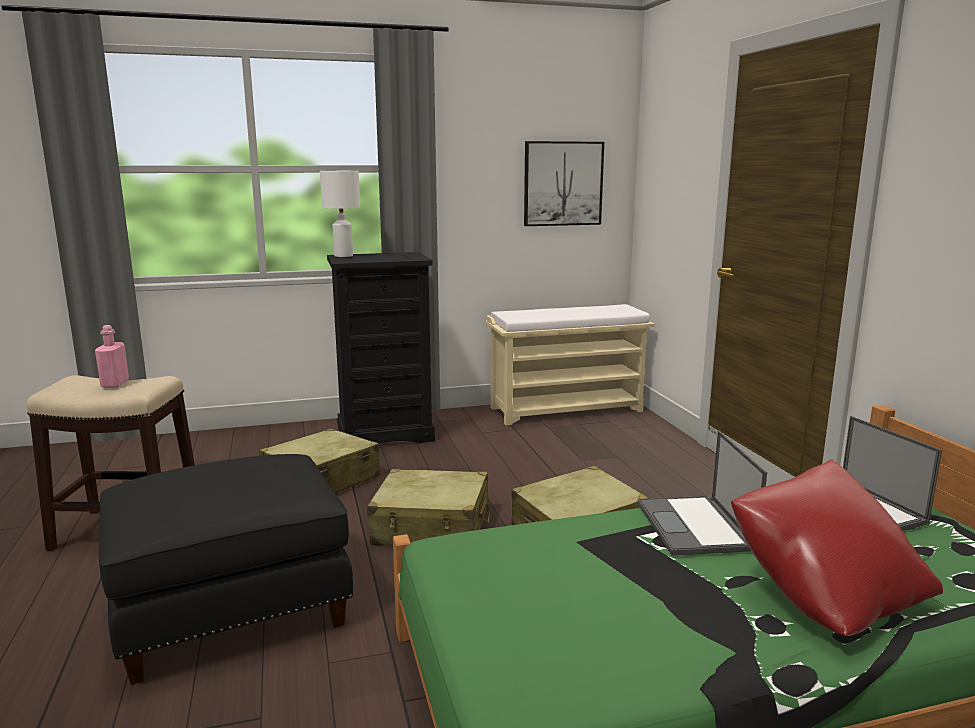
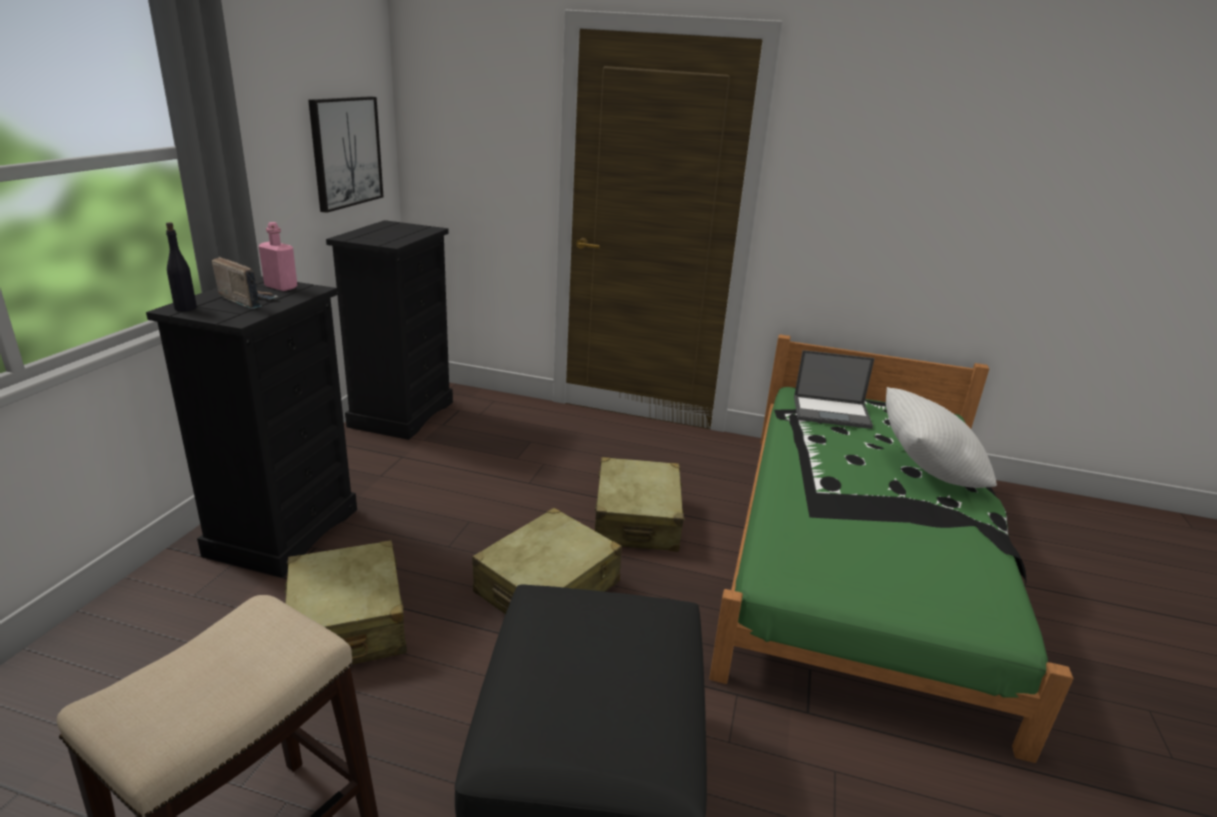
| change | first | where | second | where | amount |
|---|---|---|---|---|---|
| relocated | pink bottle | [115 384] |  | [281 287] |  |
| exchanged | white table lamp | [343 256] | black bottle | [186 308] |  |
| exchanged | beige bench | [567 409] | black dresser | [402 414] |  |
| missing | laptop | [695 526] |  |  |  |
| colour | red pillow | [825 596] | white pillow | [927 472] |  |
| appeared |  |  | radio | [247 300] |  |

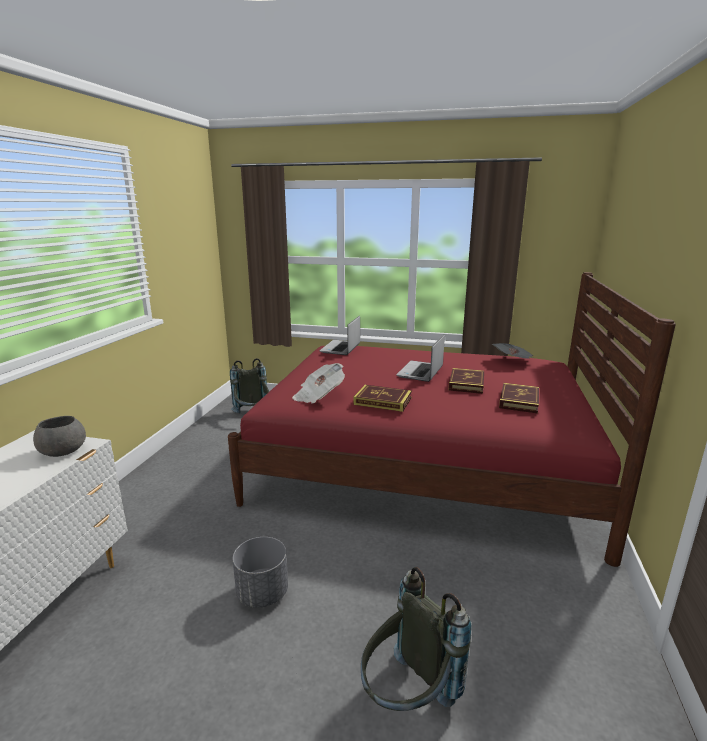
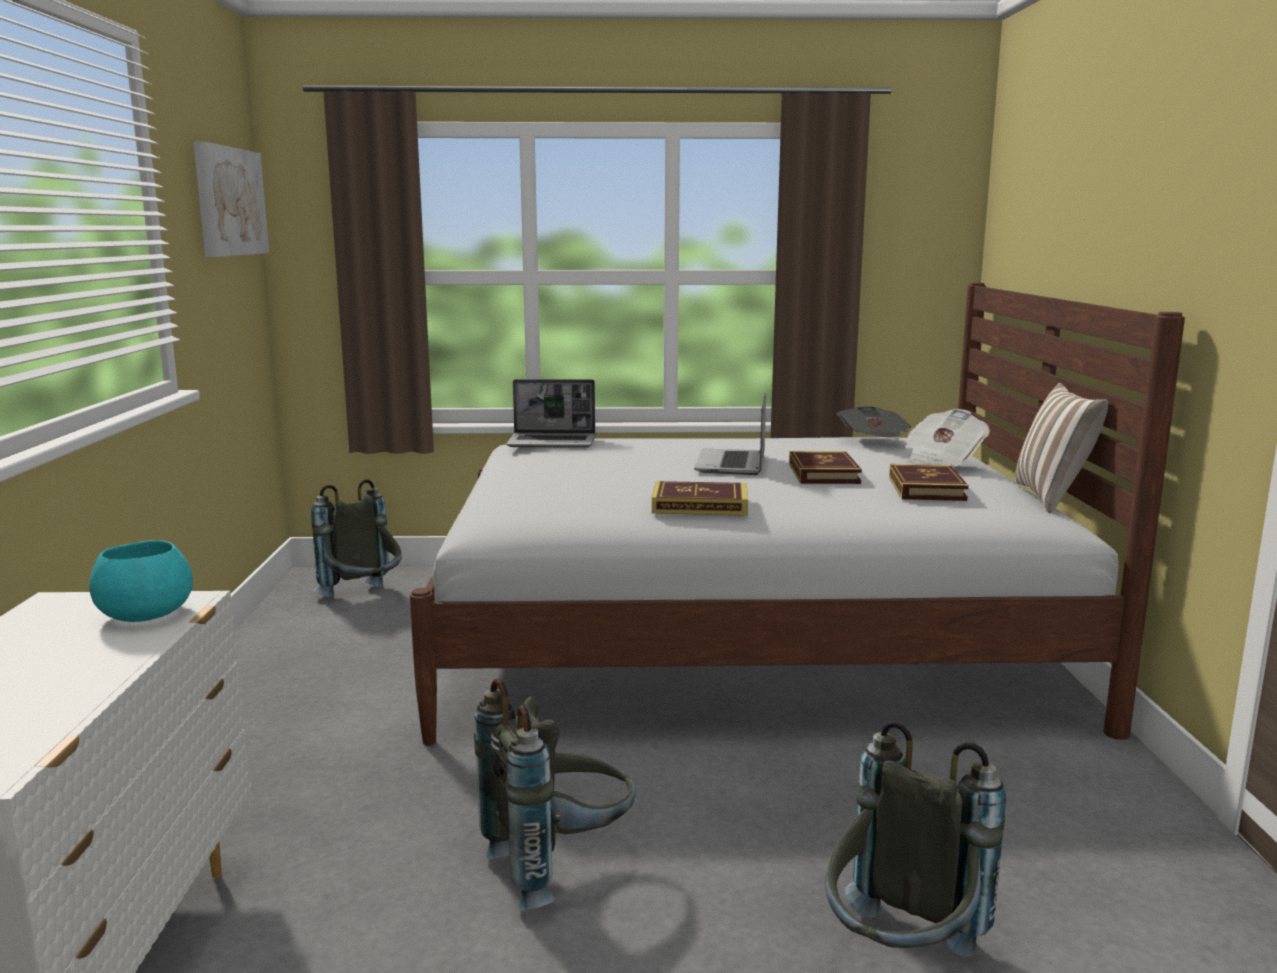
| change | first | where | second | where | amount |
|---|---|---|---|---|---|
| colour | grey bowl | [62 451] | turquoise bowl | [144 614] |  |
| colour | red bed | [422 463] | white bed | [743 640] |  |
| exchanged | grey planter | [262 593] | grey backpack | [559 865] |  |
| relocated | newspaper | [318 396] |  | [941 461] |  |
| spun | laptop | [341 348] |  | [553 442] | 90 degrees counterclockwise |
| appeared |  |  | picture | [229 202] |  |
| appeared |  |  | pillow | [1053 498] |  |

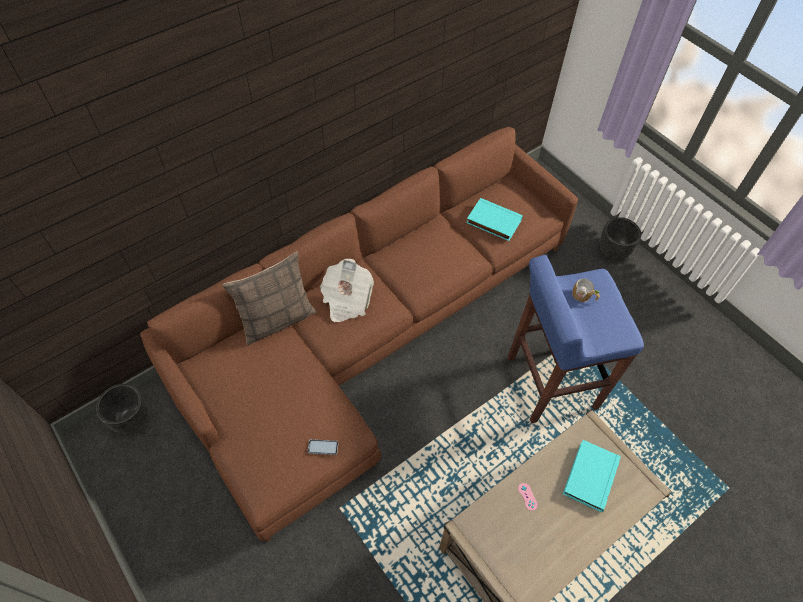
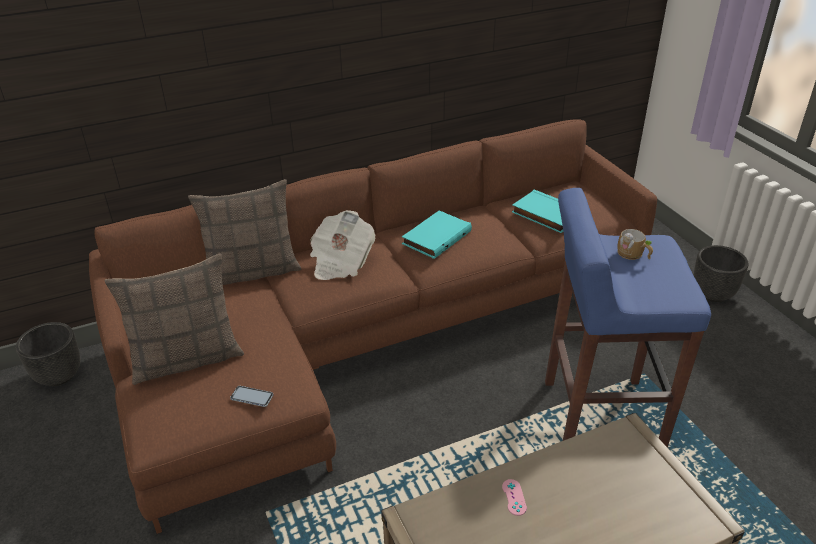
| change | first | where | second | where | amount |
|---|---|---|---|---|---|
| relocated | turquoise book | [589 475] |  | [435 237] |  |
| appeared |  |  | pillow | [187 358] |  |

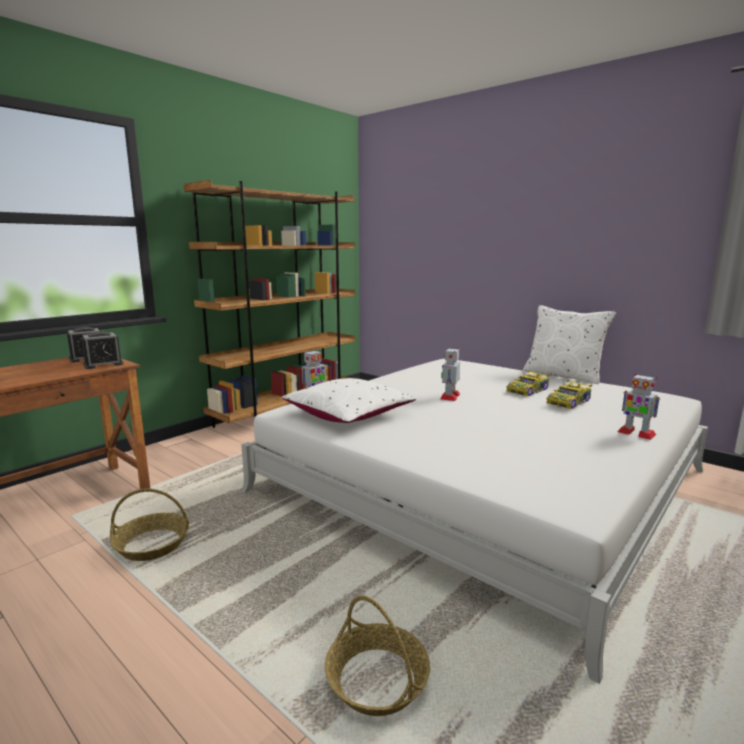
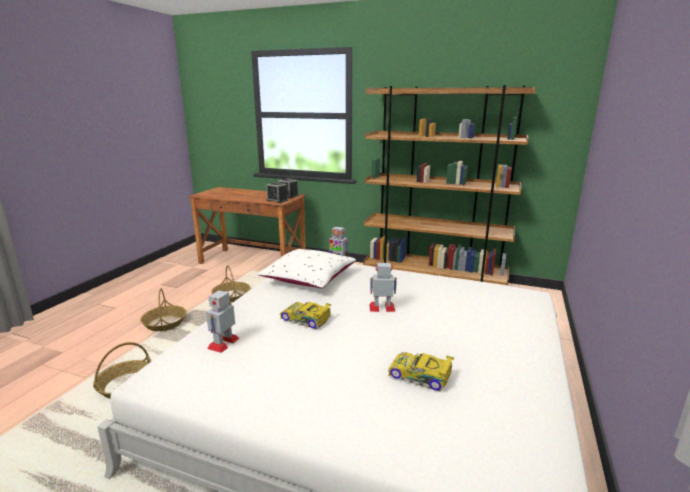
| change | first | where | second | where | amount |
|---|---|---|---|---|---|
| relocated | toy car | [528 390] |  | [306 319] |  |
| missing | white pillow | [563 375] |  |  |  |
| relocated | toy robot | [635 433] |  | [223 343] |  |
| appeared |  |  | basket | [165 323] |  |

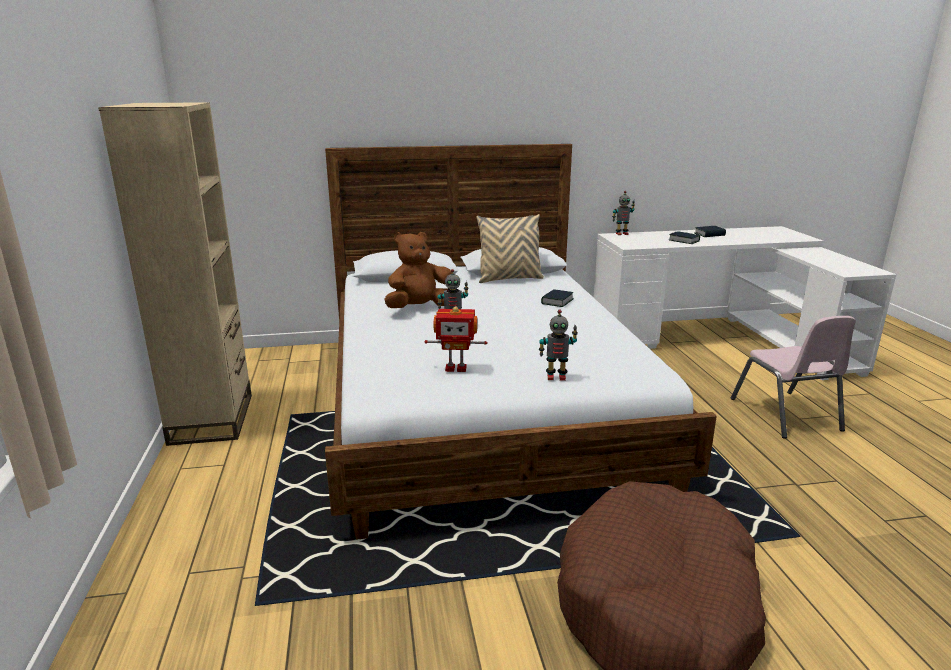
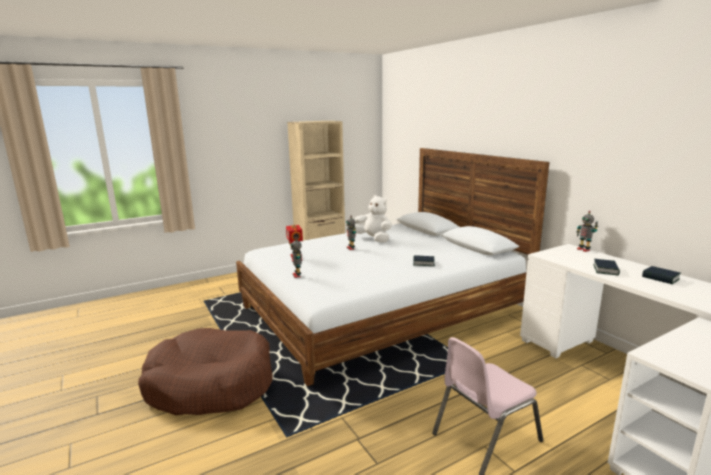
| change | first | where | second | where | amount |
|---|---|---|---|---|---|
| colour | brown plush toy | [419 308] | white plush toy | [373 239] |  |
| missing | beige pillow | [509 279] |  |  |  |

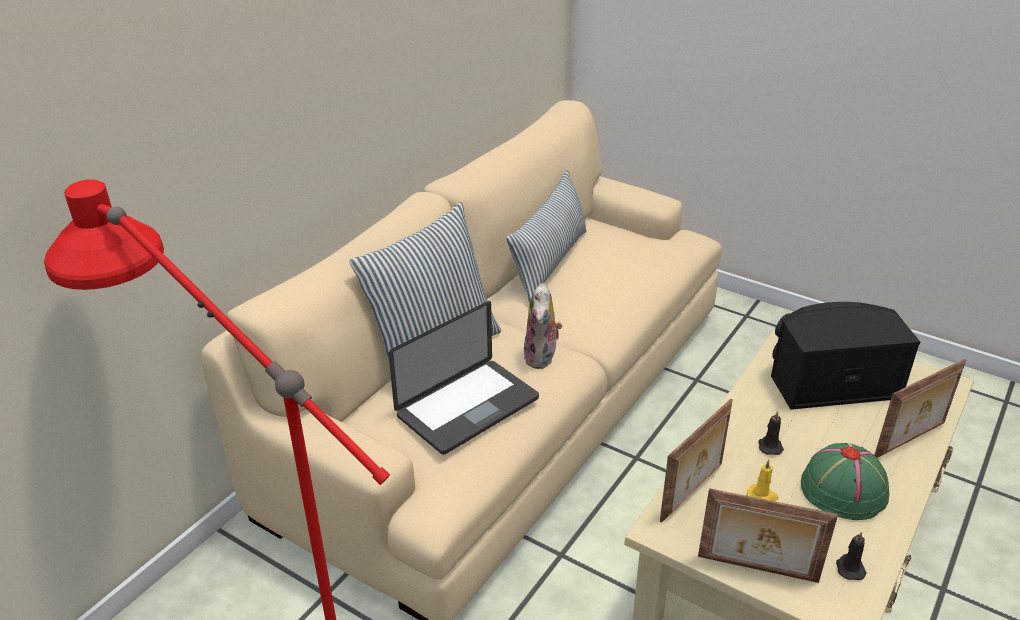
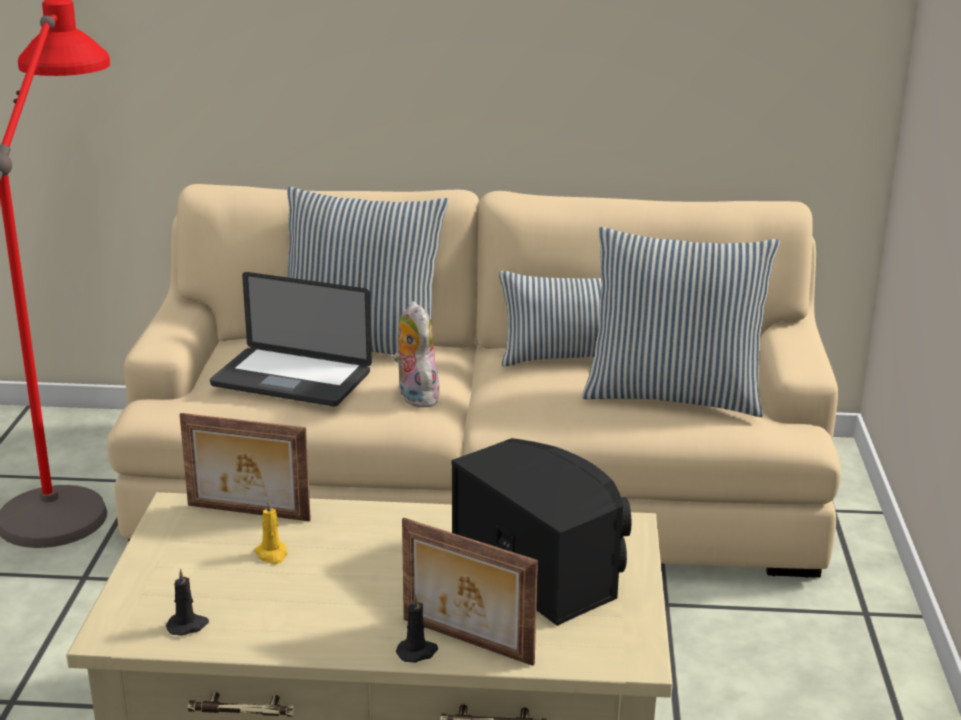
| change | first | where | second | where | amount |
|---|---|---|---|---|---|
| spun | plush toy | [542 358] |  | [414 396] | 90 degrees clockwise |
| missing | picture frame | [757 570] |  |  |  |
| relocated | black candle | [769 446] |  | [417 652] |  |
| missing | green hat | [844 490] |  |  |  |
| appeared |  |  | pillow | [673 395] |  |

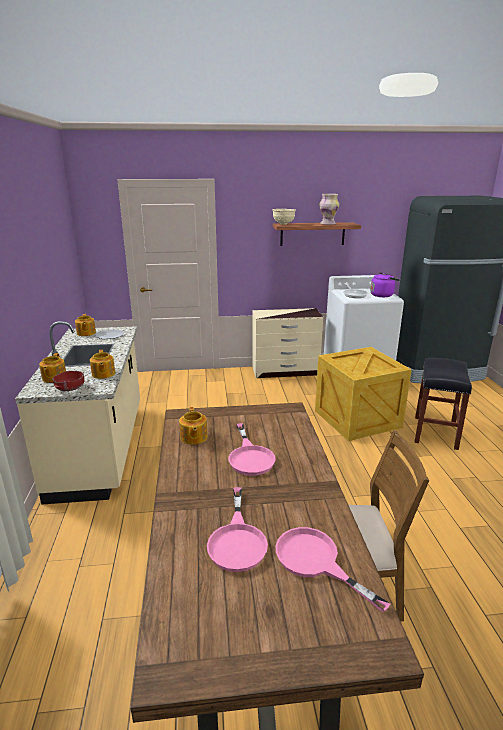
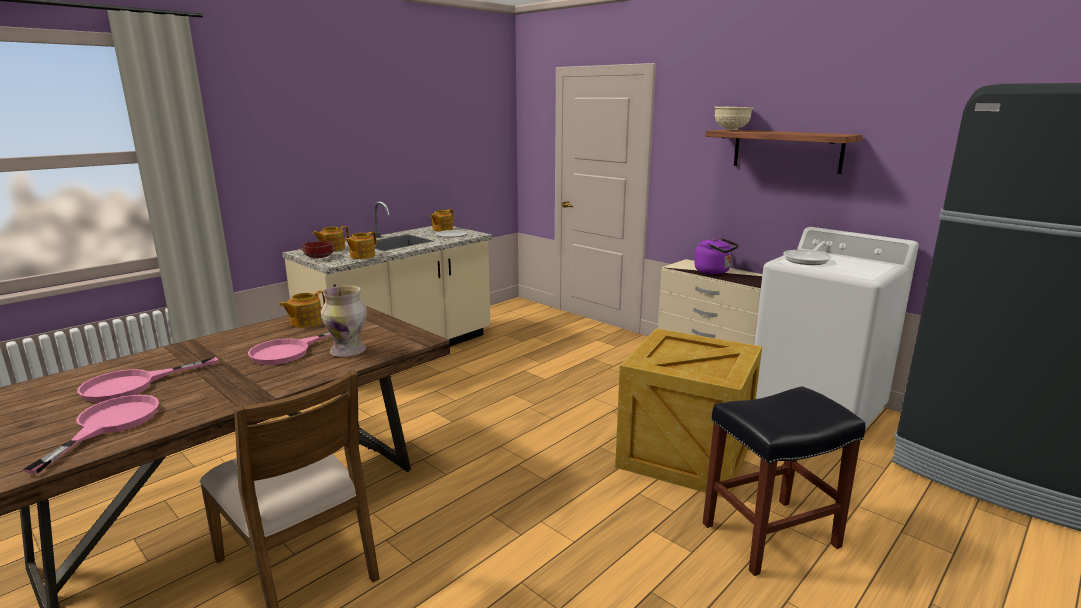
| change | first | where | second | where | amount |
|---|---|---|---|---|---|
| relocated | vase | [328 224] |  | [348 351] |  |
| relocated | purple kettle | [383 295] |  | [714 271] |  |

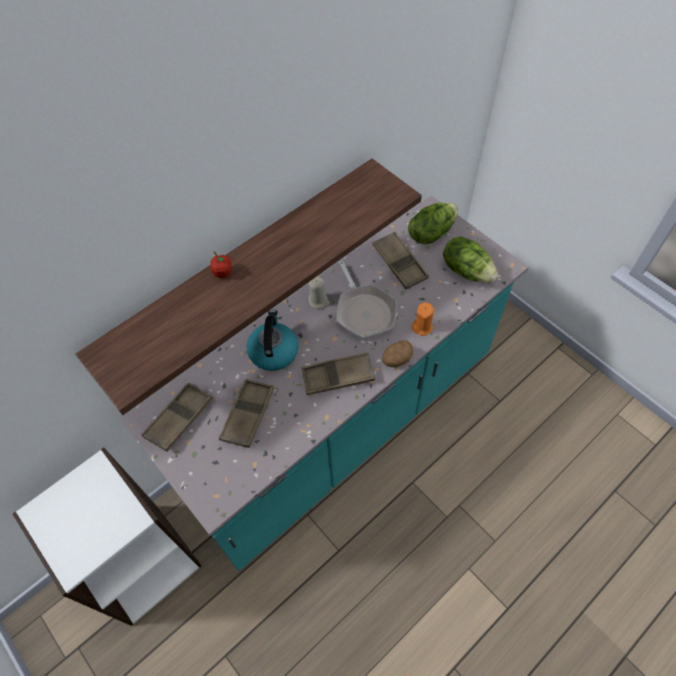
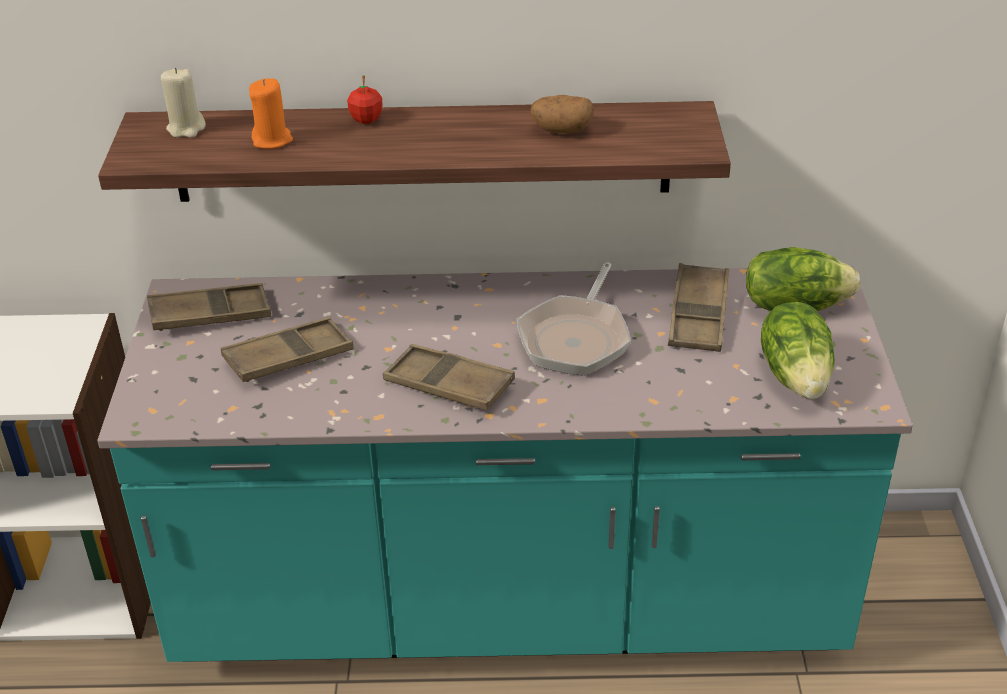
| change | first | where | second | where | amount |
|---|---|---|---|---|---|
| missing | kettle | [273 351] |  |  |  |
| relocated | beige candle | [318 301] |  | [186 128] |  |
| relocated | potato | [396 359] |  | [561 130] |  |
| relocated | orange candle | [422 327] |  | [272 140] |  |

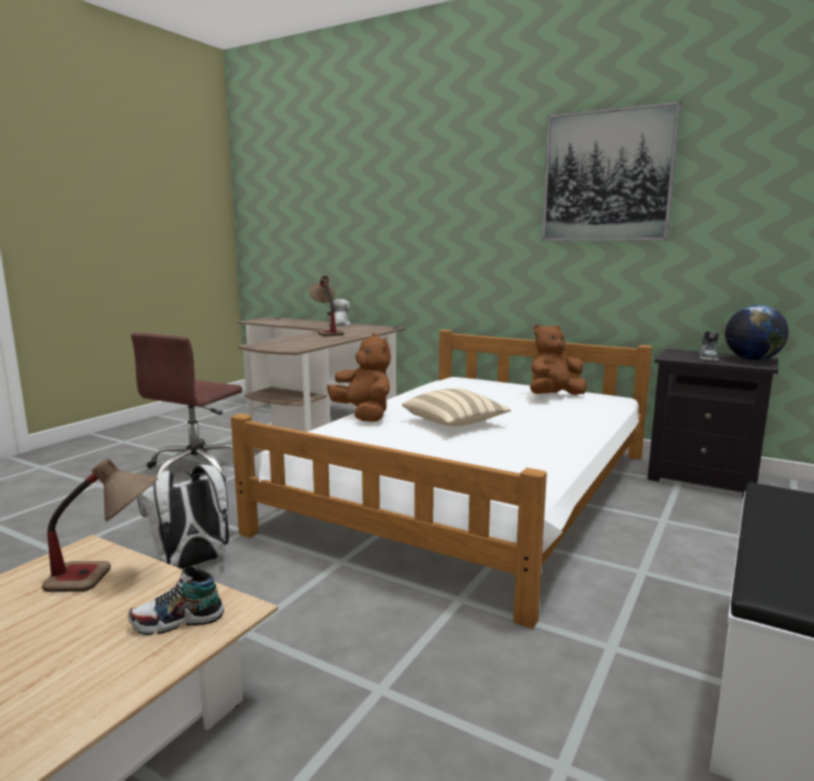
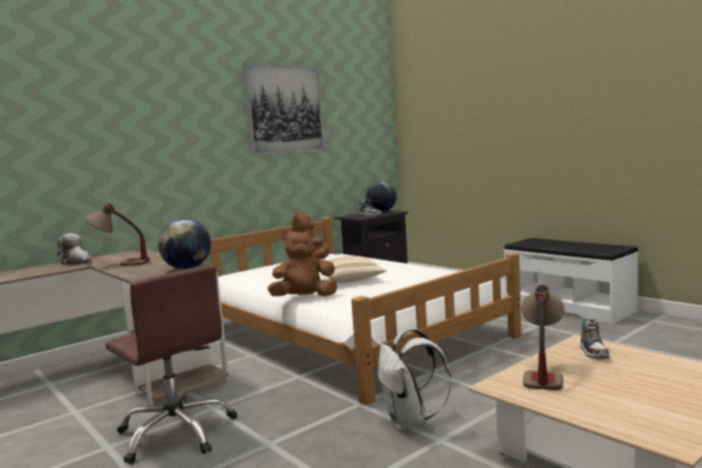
| change | first | where | second | where | amount |
|---|---|---|---|---|---|
| appeared |  |  | globe | [187 268] |  |

